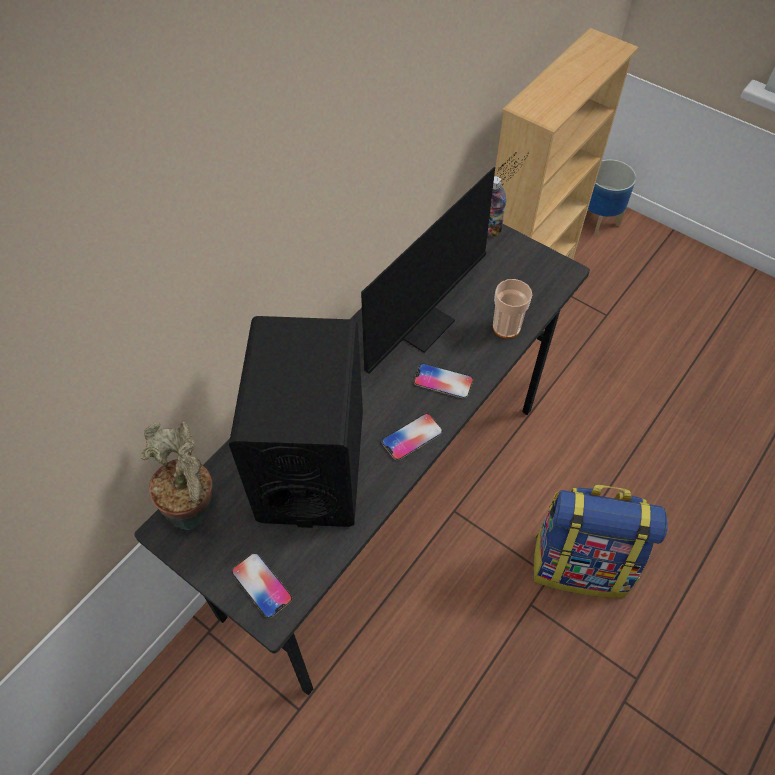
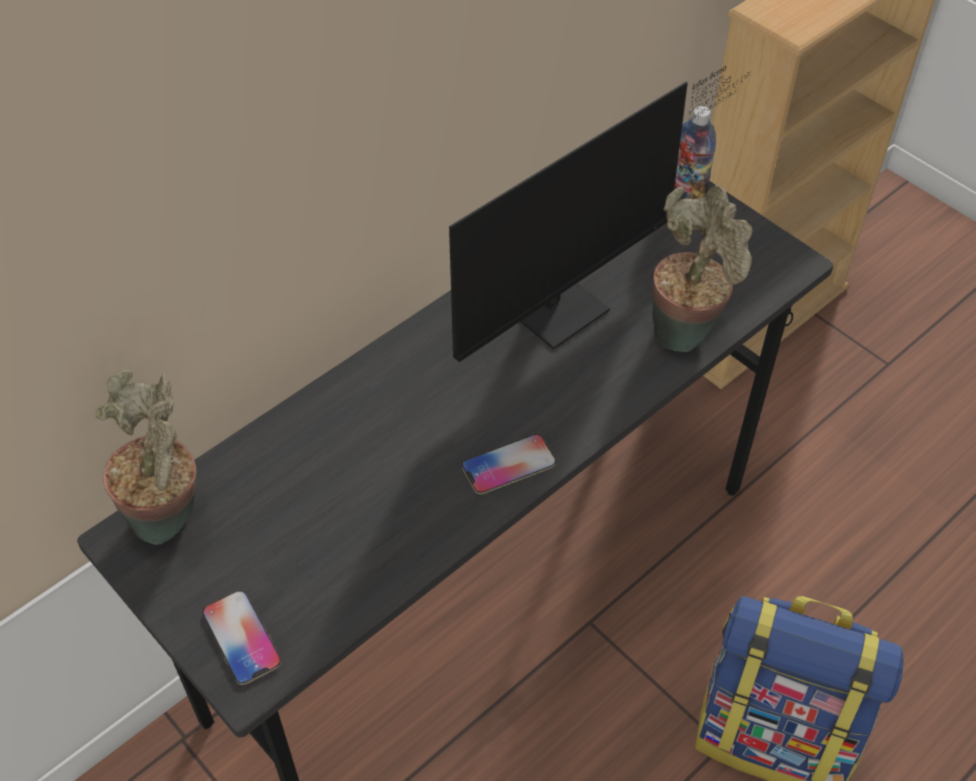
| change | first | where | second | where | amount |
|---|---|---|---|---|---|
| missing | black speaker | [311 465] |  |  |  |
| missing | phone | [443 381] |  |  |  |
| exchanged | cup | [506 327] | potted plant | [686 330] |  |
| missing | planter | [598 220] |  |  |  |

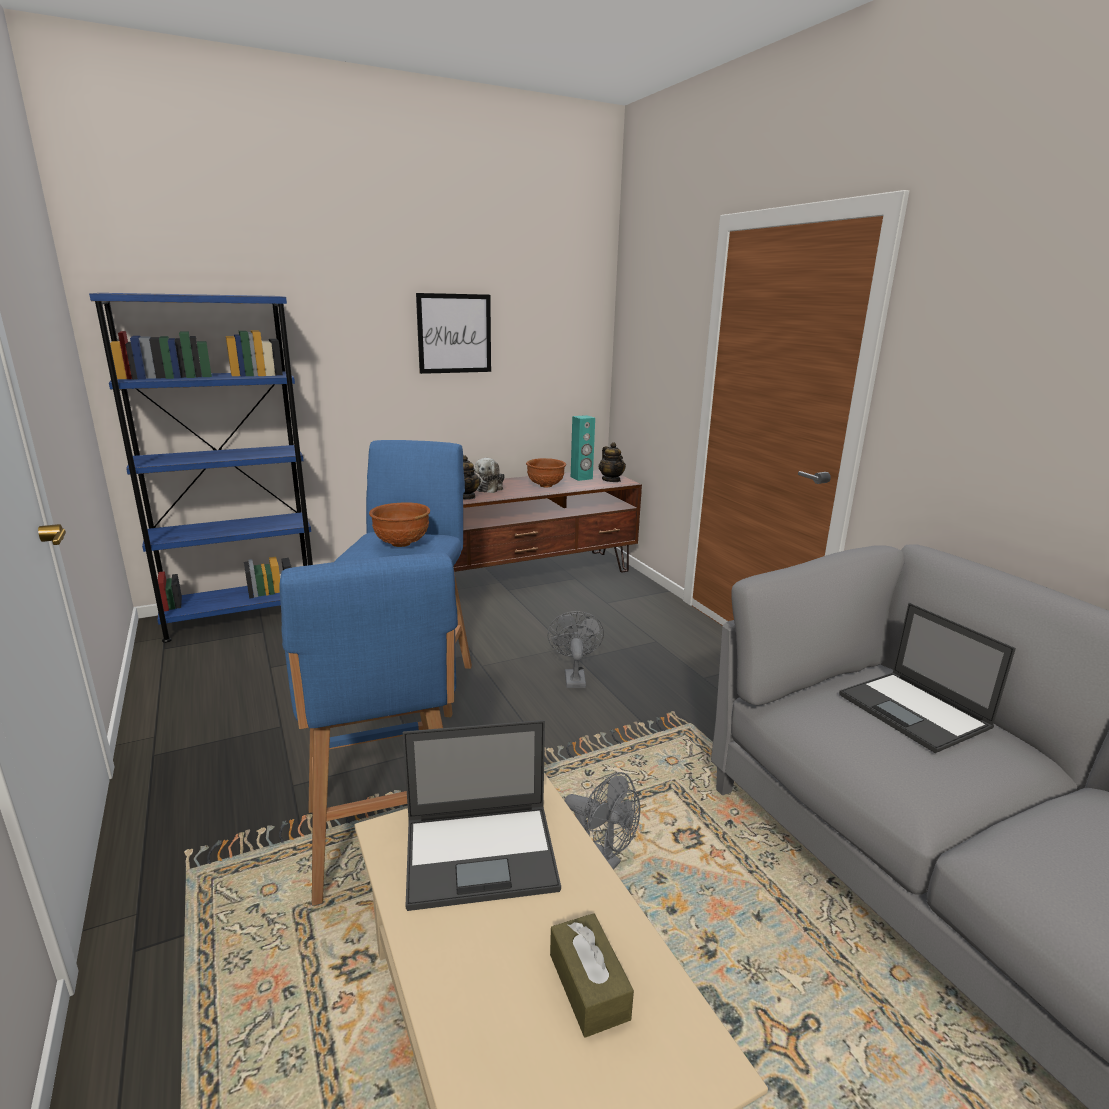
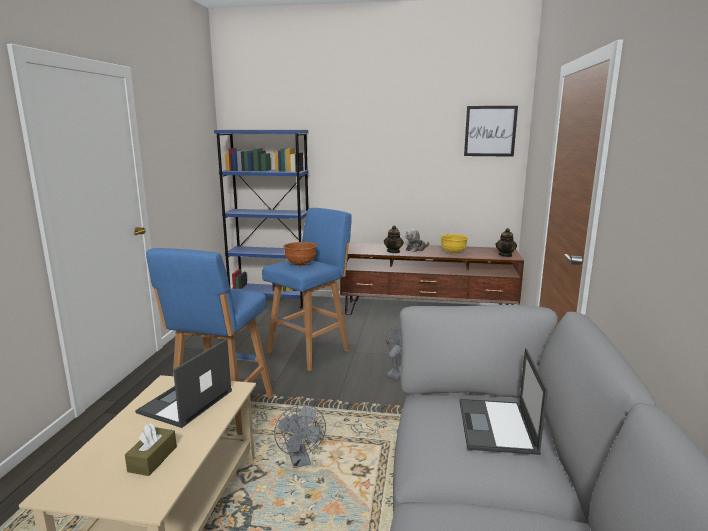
| change | first | where | second | where | amount |
|---|---|---|---|---|---|
| spun | laptop | [482 854] |  | [185 402] | 90 degrees clockwise |
| relocated | picture | [454 333] |  | [490 131] |  |
| colour | brown bowl | [545 486] | yellow bowl | [453 252] |  |
| missing | turquoise speaker | [581 478] |  |  |  |

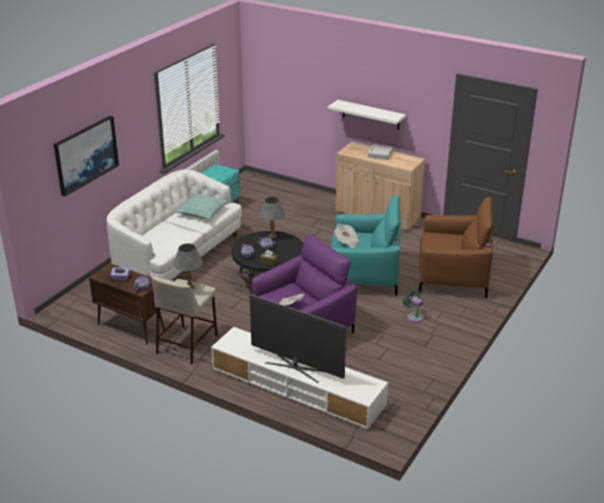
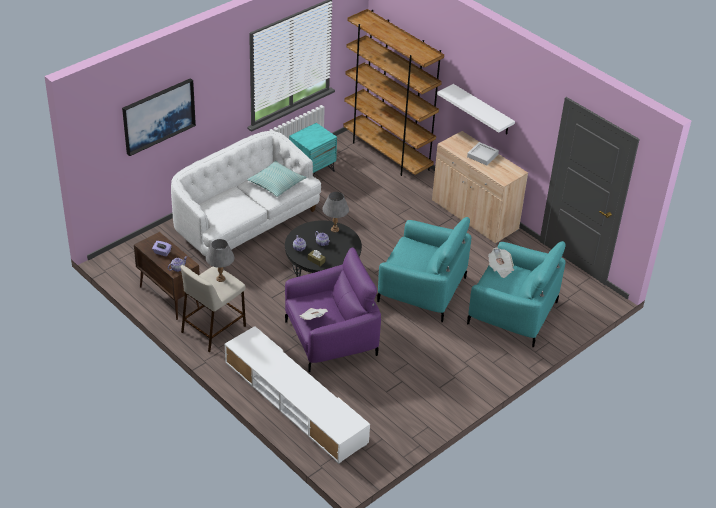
| change | first | where | second | where | amount |
|---|---|---|---|---|---|
| missing | television | [296 367] |  |  |  |
| relocated | newspaper | [347 242] |  | [500 268] |  |
| missing | green fan | [413 316] |  |  |  |
| colour | brown armchair | [452 277] | turquoise armchair | [512 313] |  |
| appeared |  |  | brown bookcase | [387 154] |  |

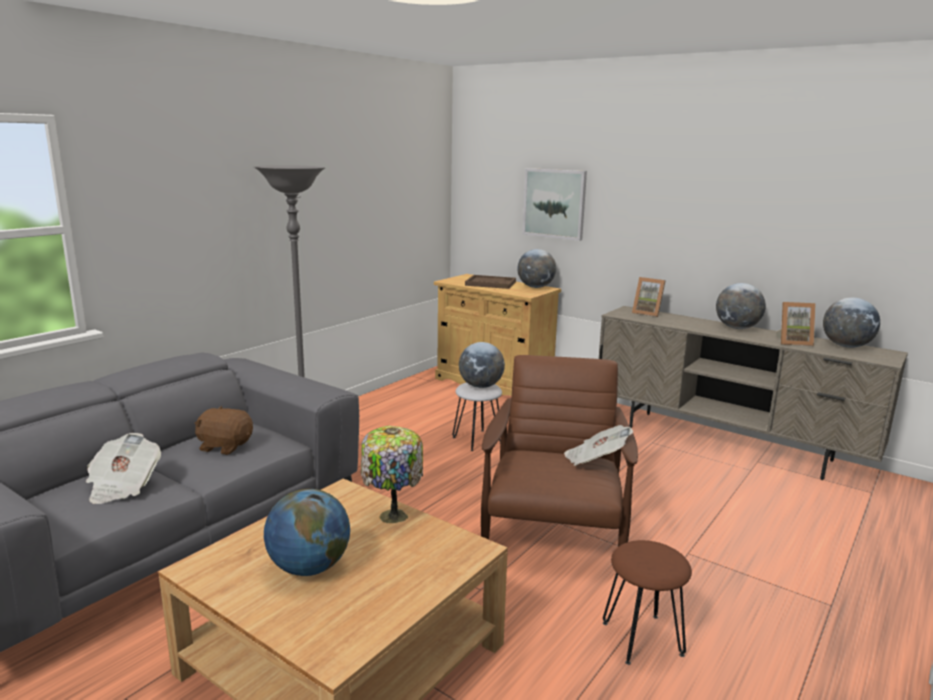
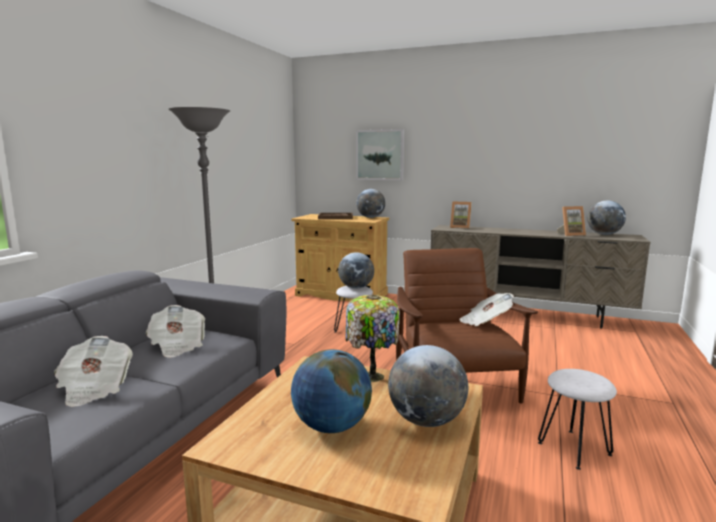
| change | first | where | second | where | amount |
|---|---|---|---|---|---|
| exchanged | brown plush toy | [225 446] | newspaper | [177 345] |  |
| colour | brown stool | [643 638] | white stool | [574 448] |  |
| relocated | globe | [737 328] |  | [426 421] |  |

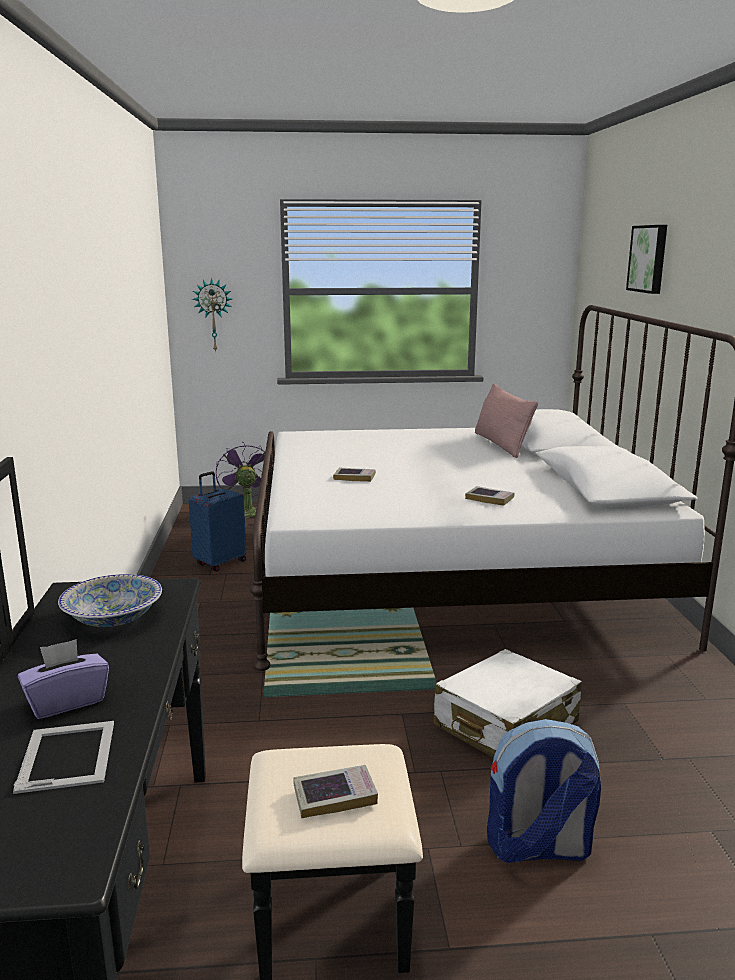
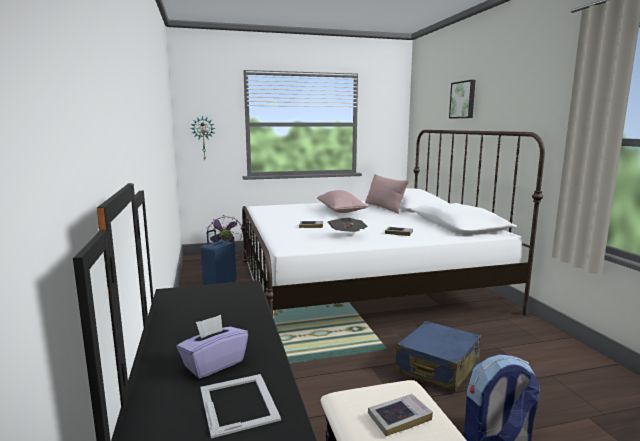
| change | first | where | second | where | amount |
|---|---|---|---|---|---|
| missing | bowl | [113 618] |  |  |  |
| colour | white suitcase | [505 725] | blue suitcase | [437 367] |  |
| appeared |  |  | pink pillow | [341 211] |  |
| appeared |  |  | newspaper | [347 236] |  |

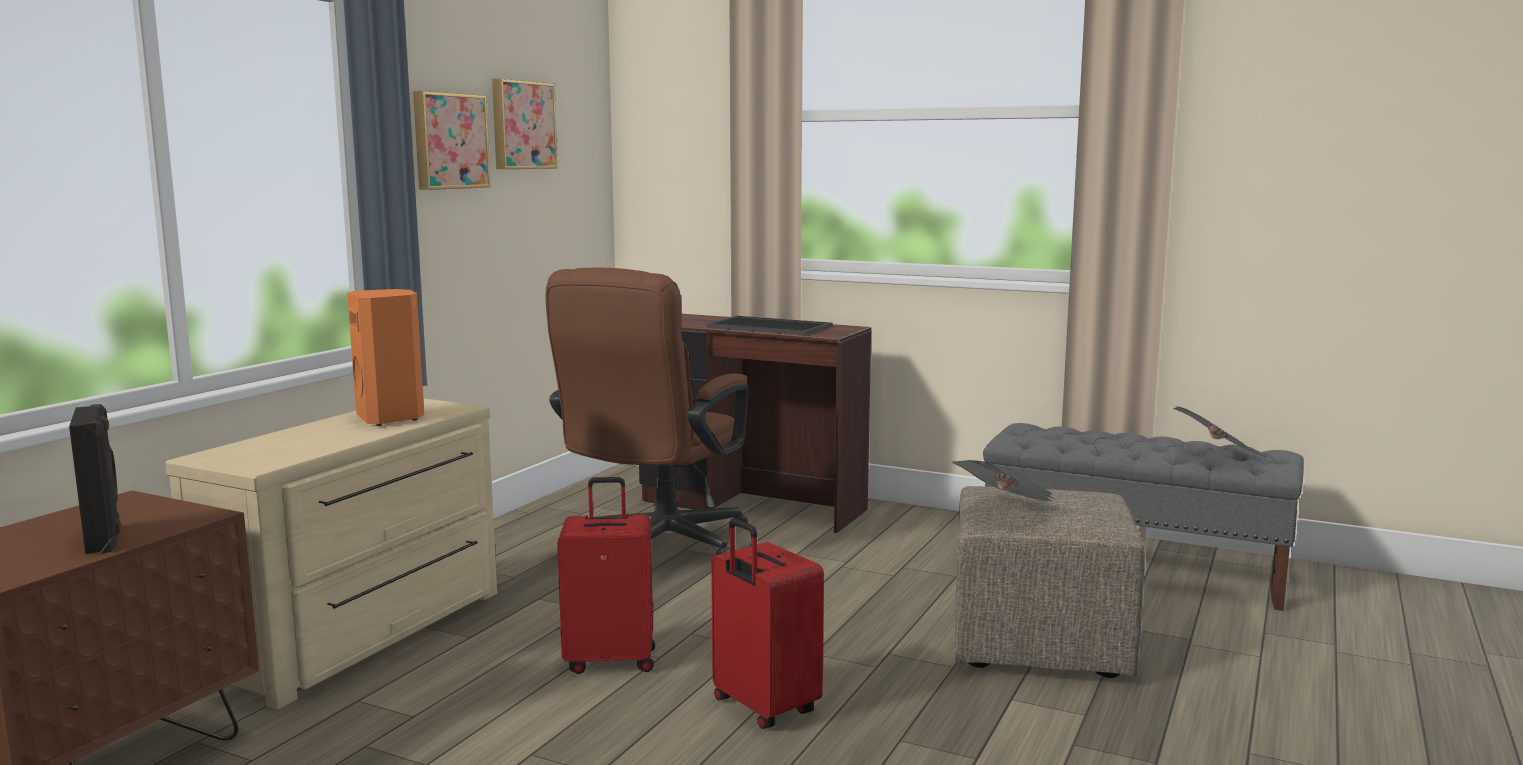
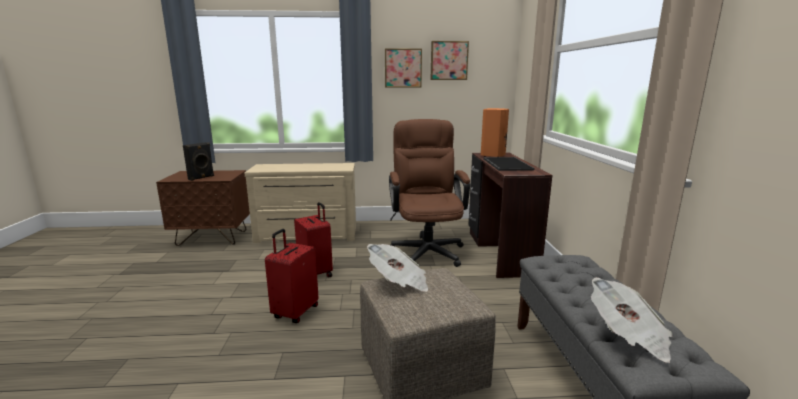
| change | first | where | second | where | amount |
|---|---|---|---|---|---|
| relocated | orange speaker | [391 418] |  | [493 155] |  |
| spun | brown office chair | [656 546] |  | [426 249] | 90 degrees clockwise |

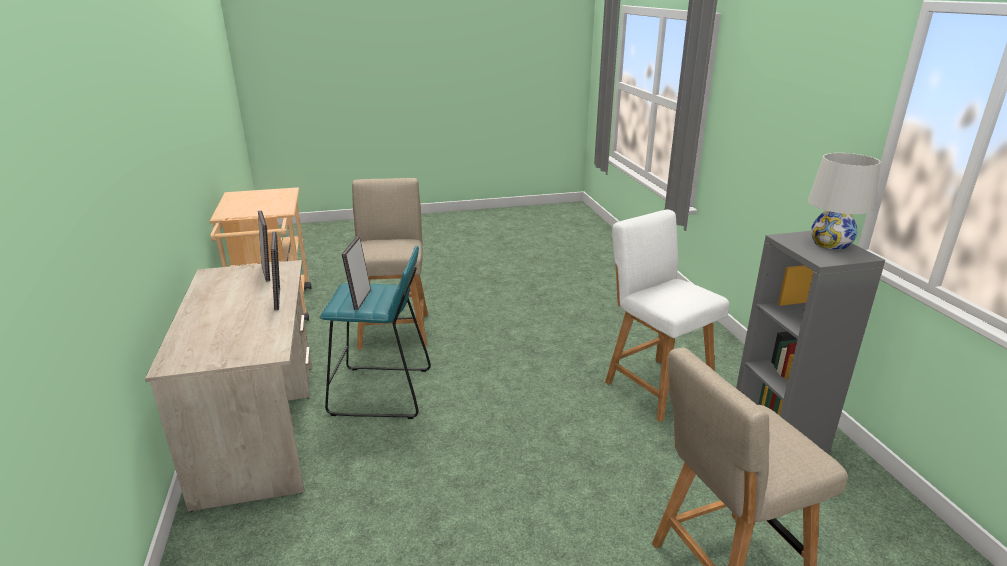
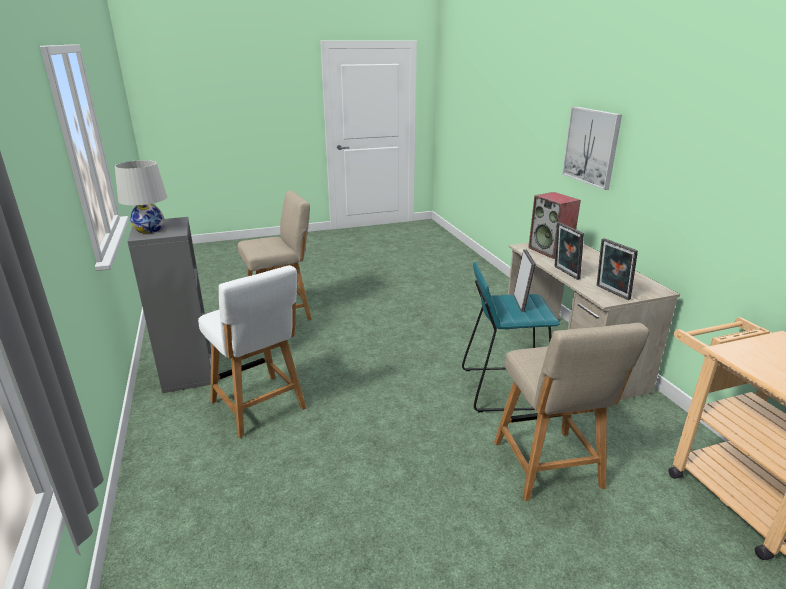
| change | first | where | second | where | amount |
|---|---|---|---|---|---|
| appeared |  |  | speaker | [550 251] |  |
| appeared |  |  | picture | [591 146] |  |

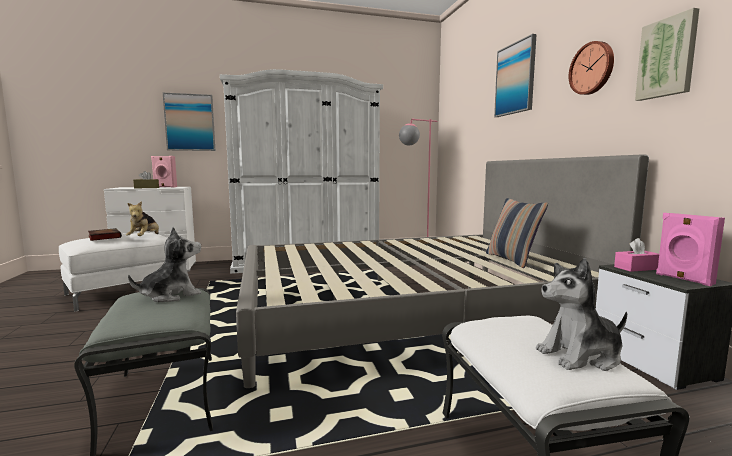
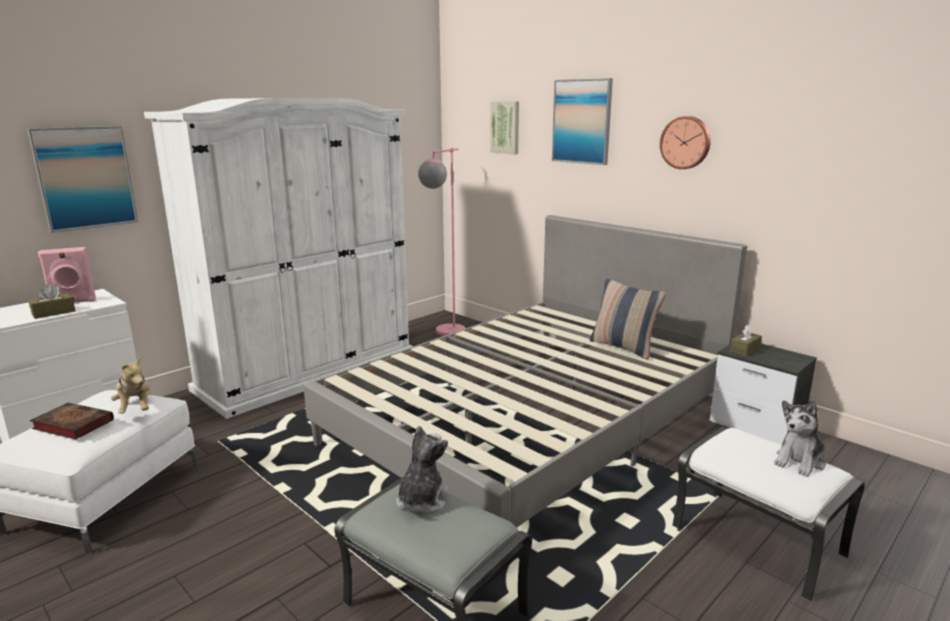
| change | first | where | second | where | amount |
|---|---|---|---|---|---|
| colour | pink tissue box | [636 268] | brown tissue box | [745 350] |  |
| relocated | picture | [667 58] |  | [505 127] |  |
| missing | pink speaker | [683 279] |  |  |  |

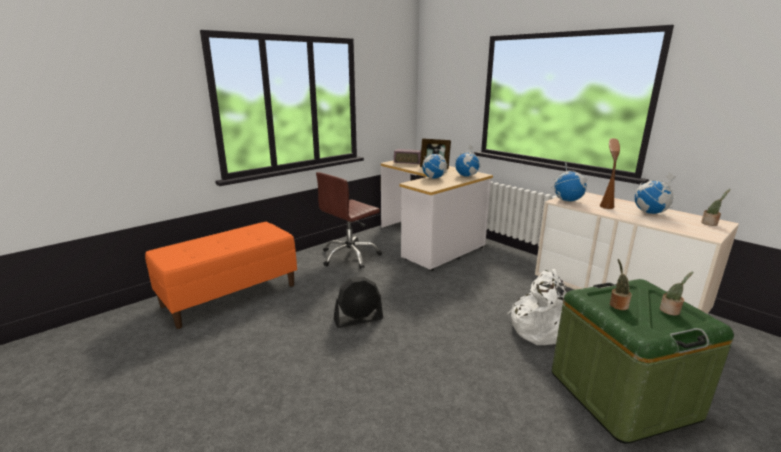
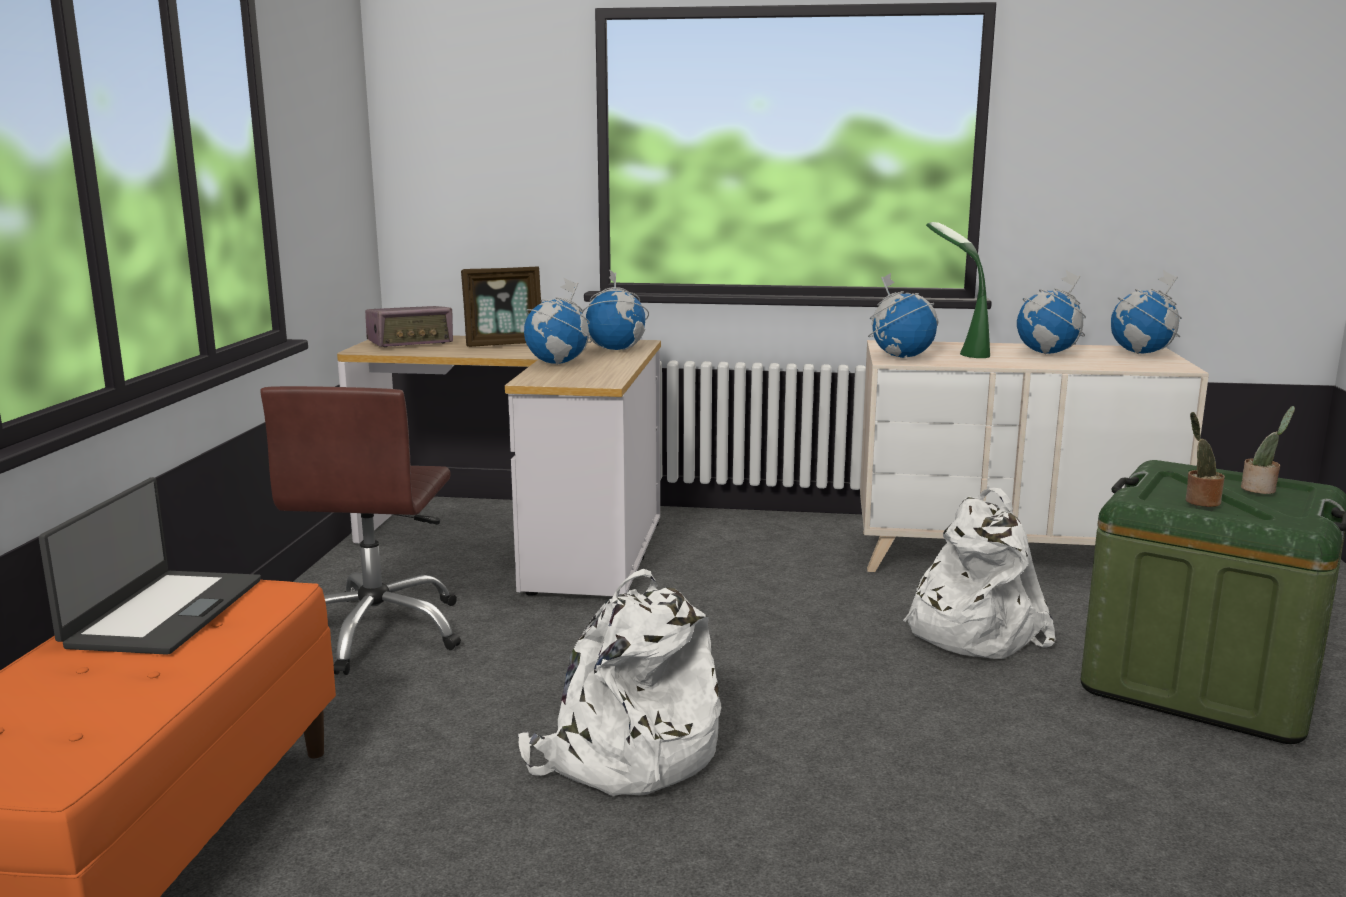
| change | first | where | second | where | amount |
|---|---|---|---|---|---|
| exchanged | black fan | [358 319] | white backpack | [625 755] |  |
| colour | brown table lamp | [605 201] | green table lamp | [953 348] |  |
| exchanged | potted plant | [710 224] | globe | [1142 353] |  |
| appeared |  |  | laptop | [163 612] |  |

